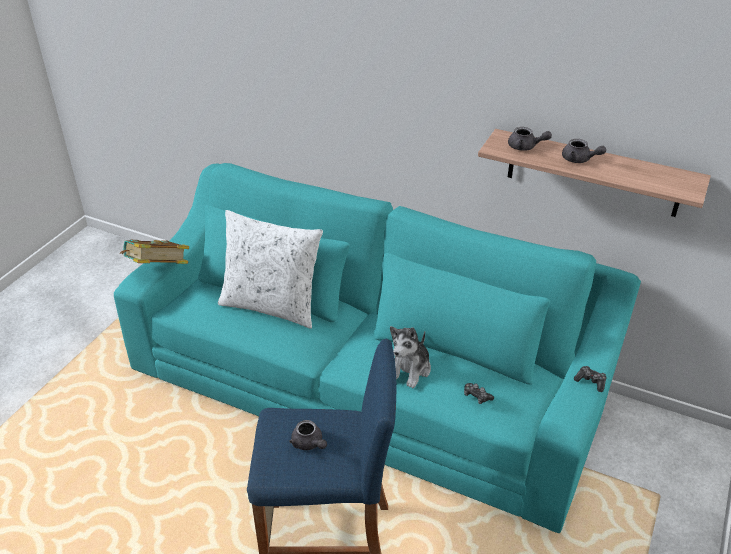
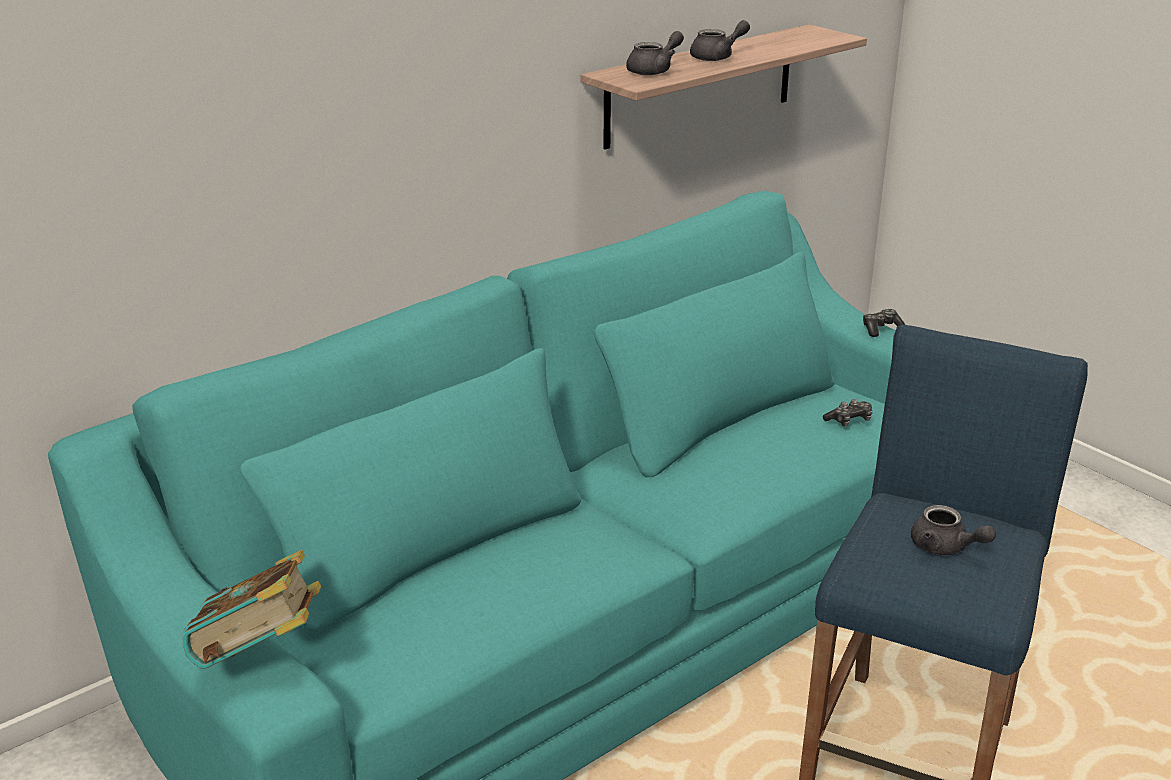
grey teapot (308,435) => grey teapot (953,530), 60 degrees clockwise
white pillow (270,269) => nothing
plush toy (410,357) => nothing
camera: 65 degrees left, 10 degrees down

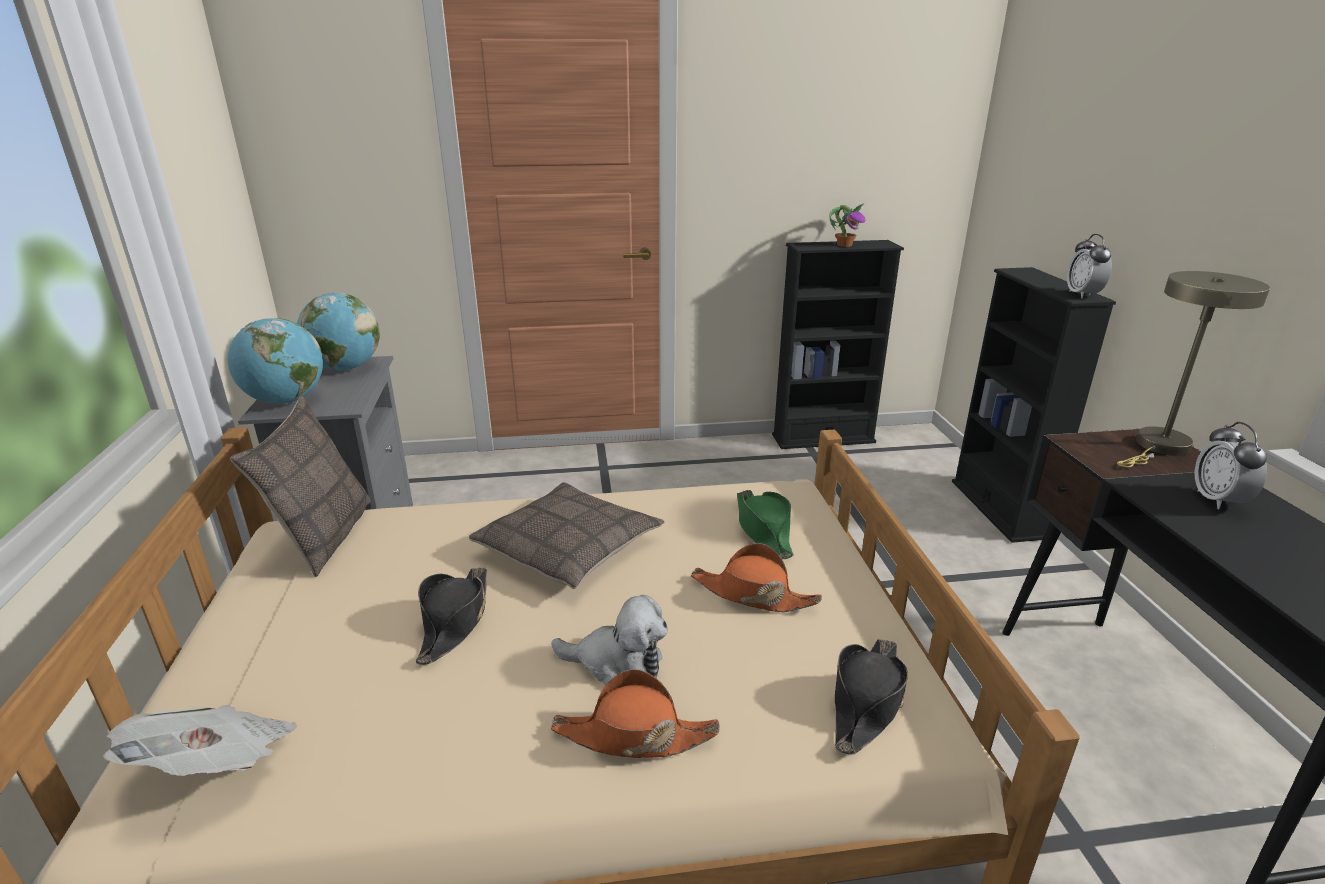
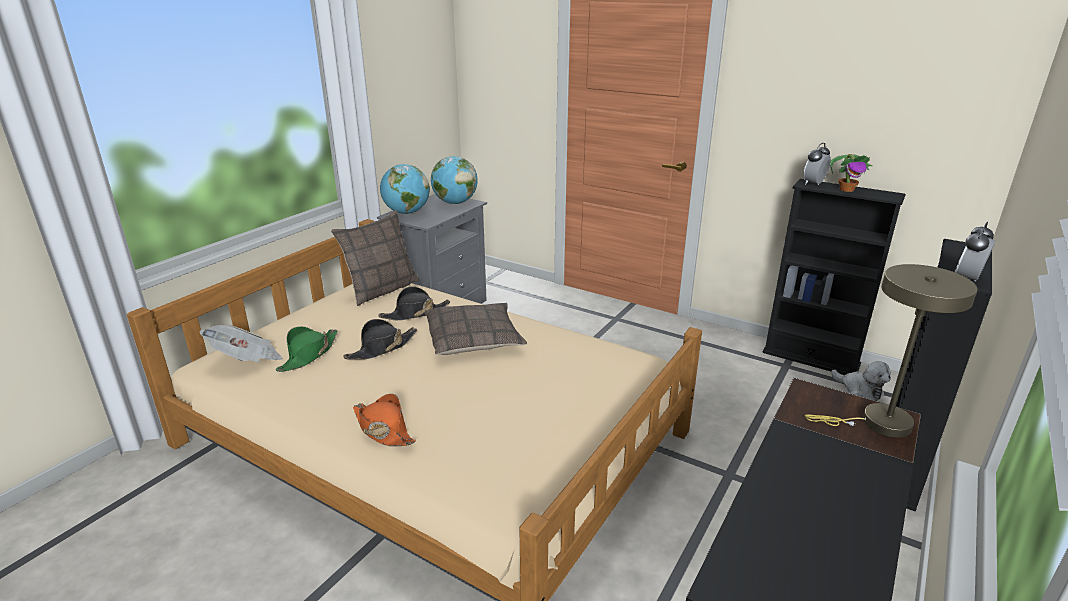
green hat (765,524) => green hat (307,349), relocated
black hat (871,697) => black hat (414,303), relocated
alarm clock (1231,465) => alarm clock (817,164), relocated
plush toy (609,640) => plush toy (861,381), relocated
orange hat (756,577) => nothing
camera: 40 degrees right, 0 degrees up

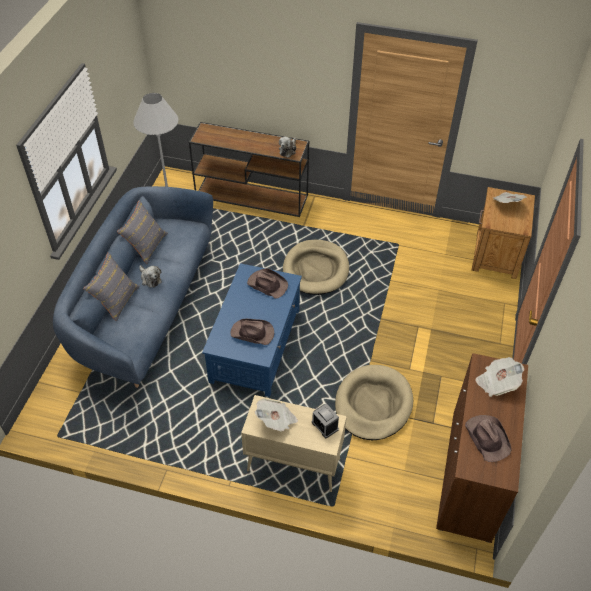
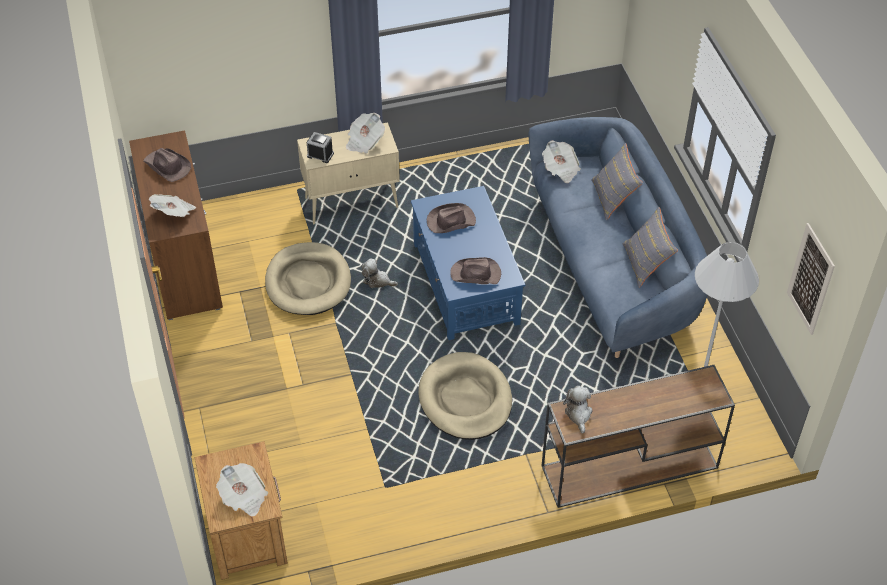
plush toy (150,276) => plush toy (379,273), relocated
nothing => newspaper (561,161)
nothing => picture (811,279)
camera: 150 degrees right, 0 degrees up

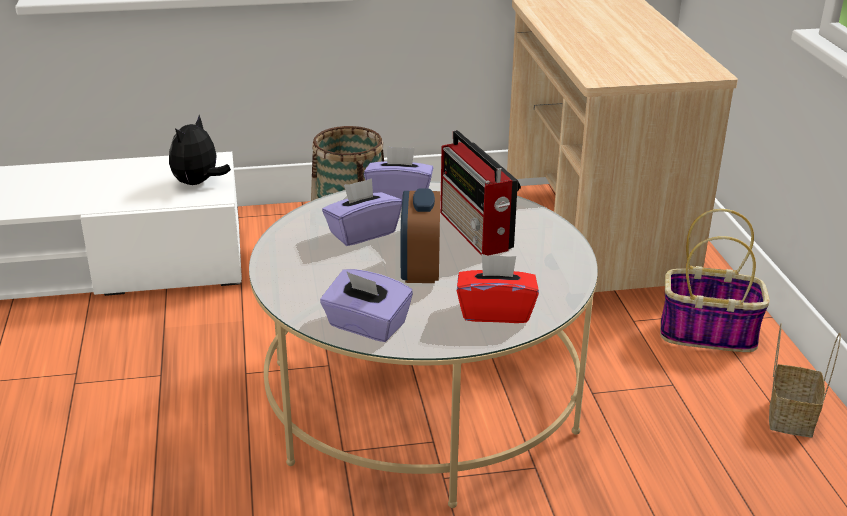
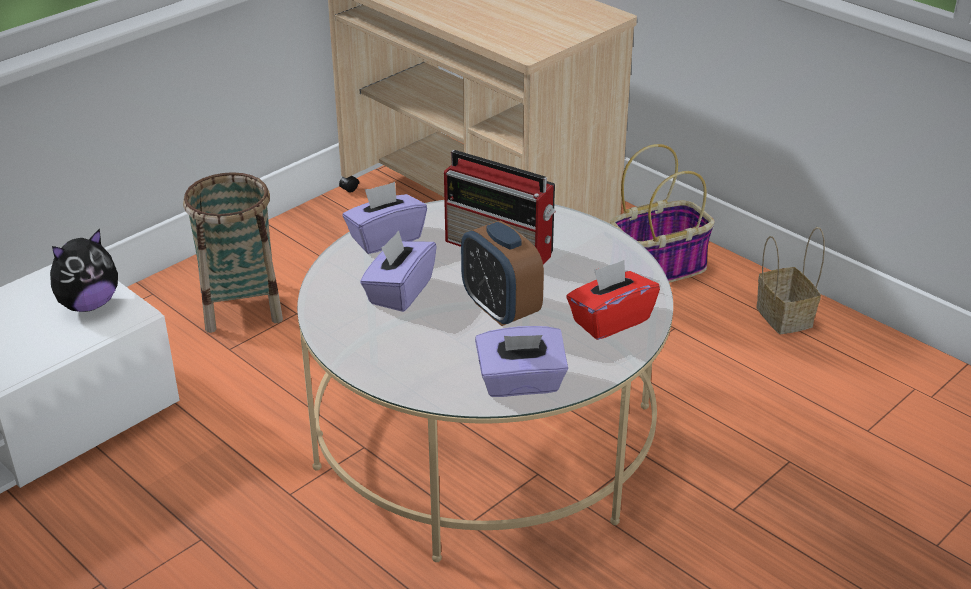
plush toy (200,150) => plush toy (84,270), 120 degrees counterclockwise
camera: 35 degrees left, 5 degrees up

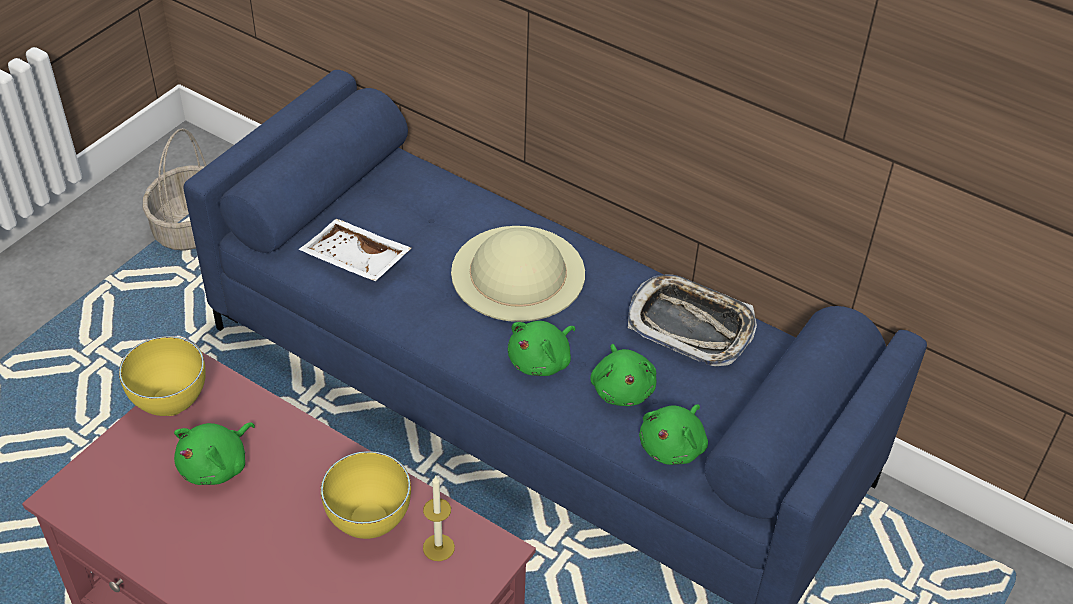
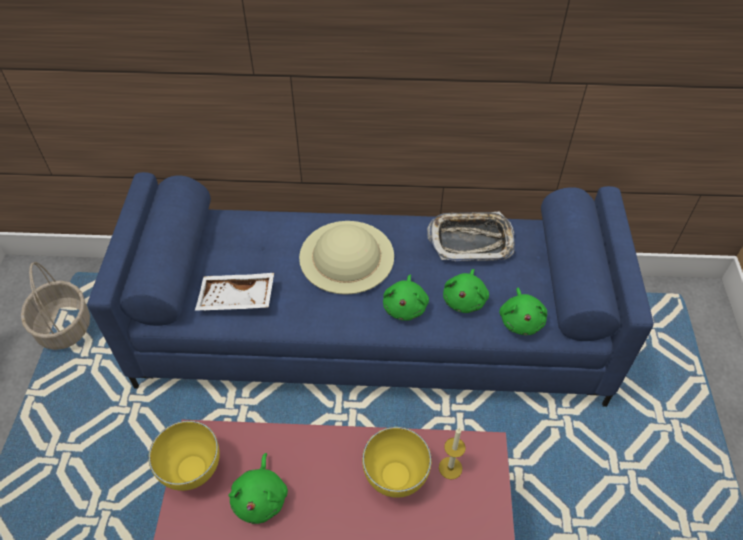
green plush toy (623,375) => green plush toy (466,291), 60 degrees clockwise
camera: 30 degrees left, 5 degrees up

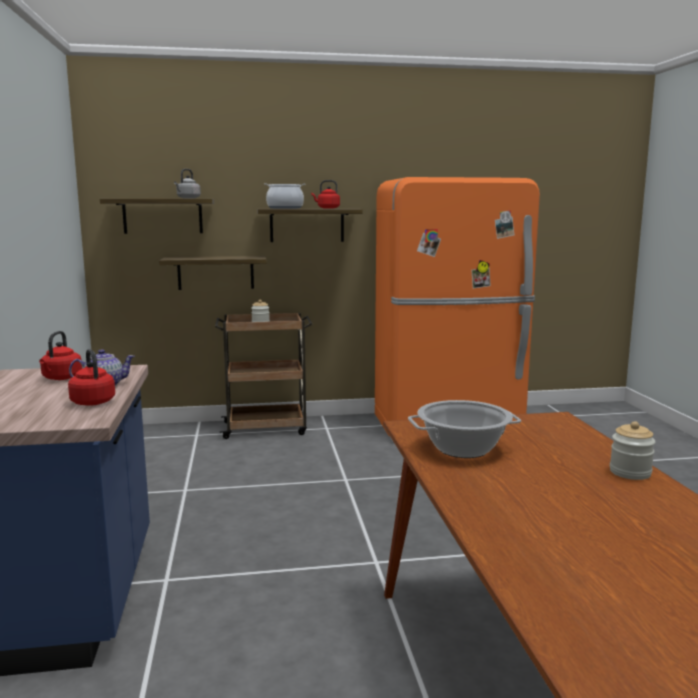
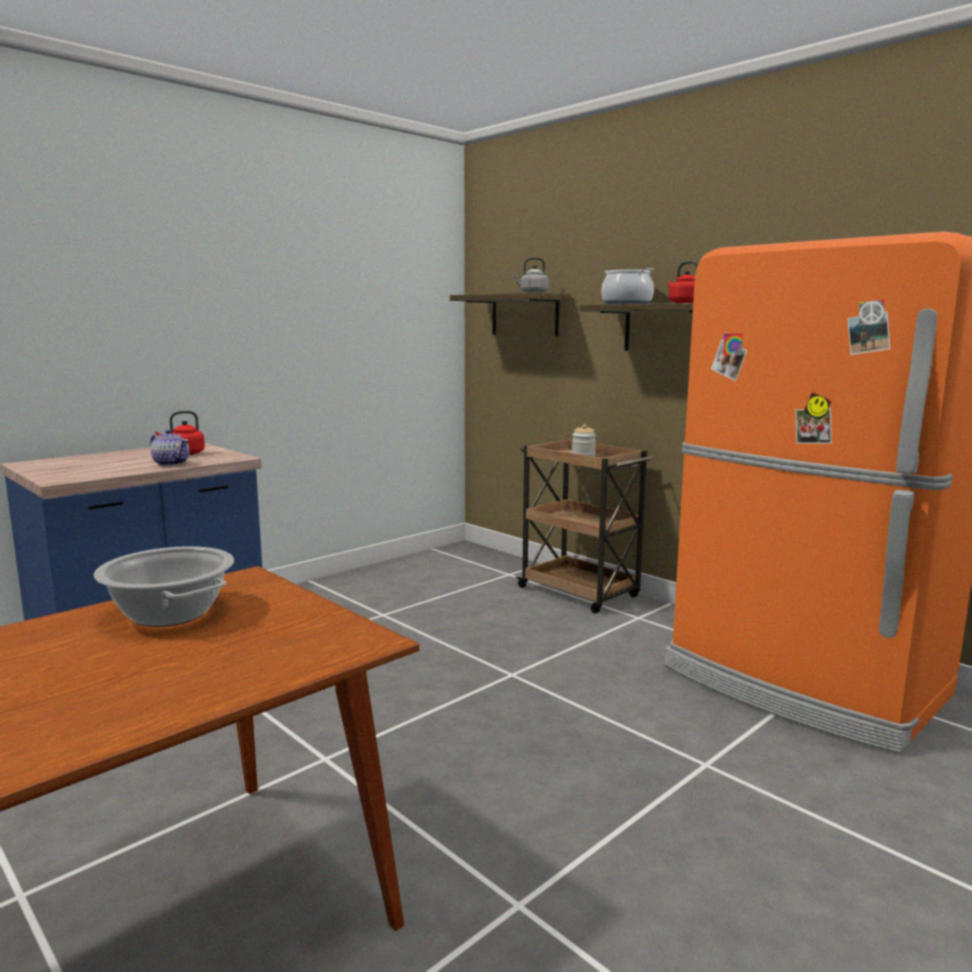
red kettle (91,377) => nothing
shelf (213,273) => nothing
jar (632,450) => nothing
camera: 55 degrees right, 0 degrees up

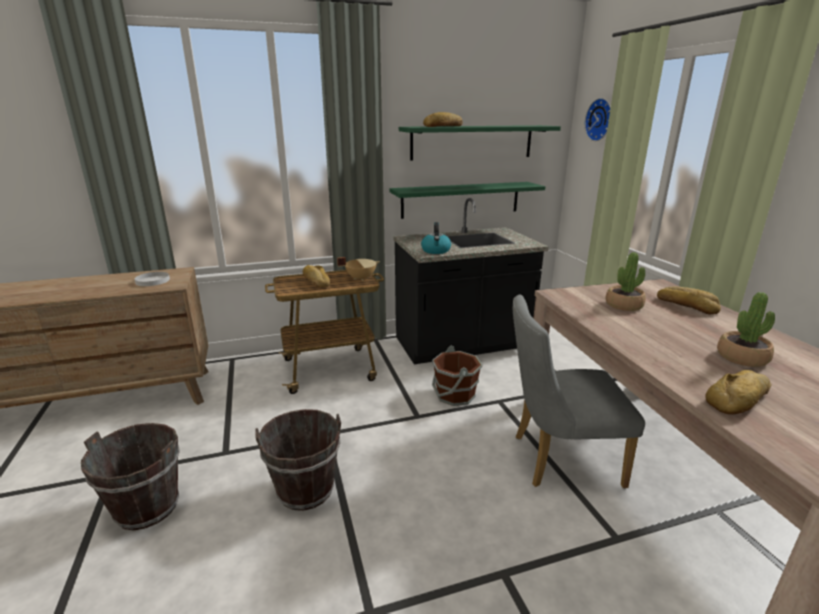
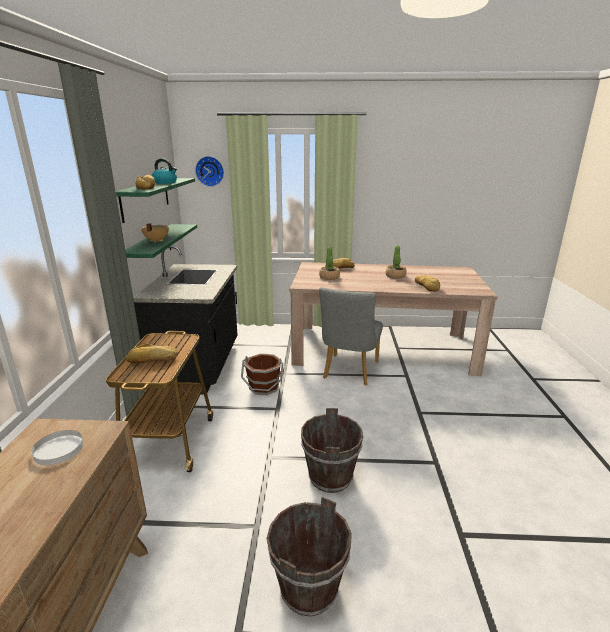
beige cooking pot (358,269) => beige cooking pot (155,232), relocated
kettle (436,238) => kettle (164,171), relocated
camera: 70 degrees left, 0 degrees up

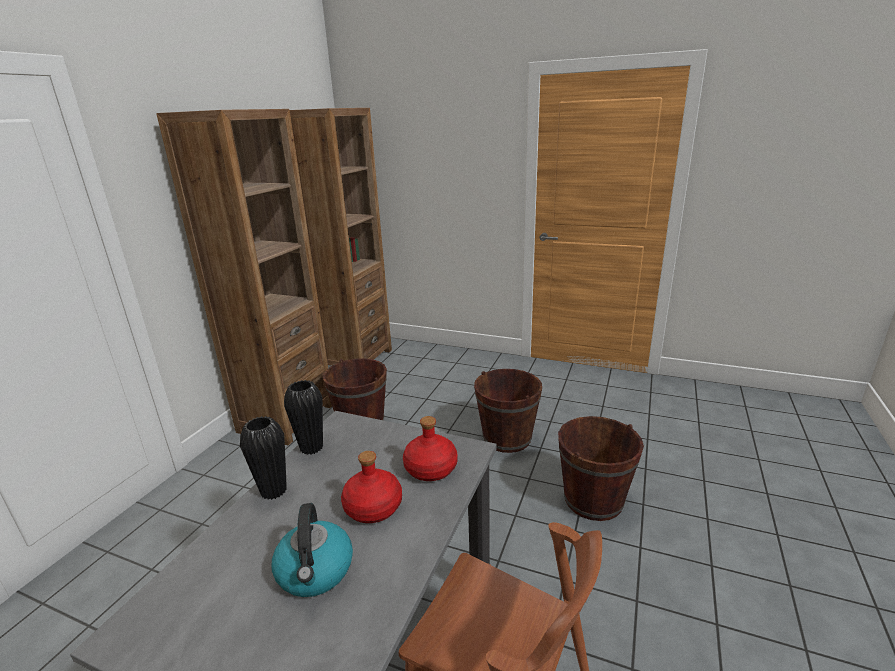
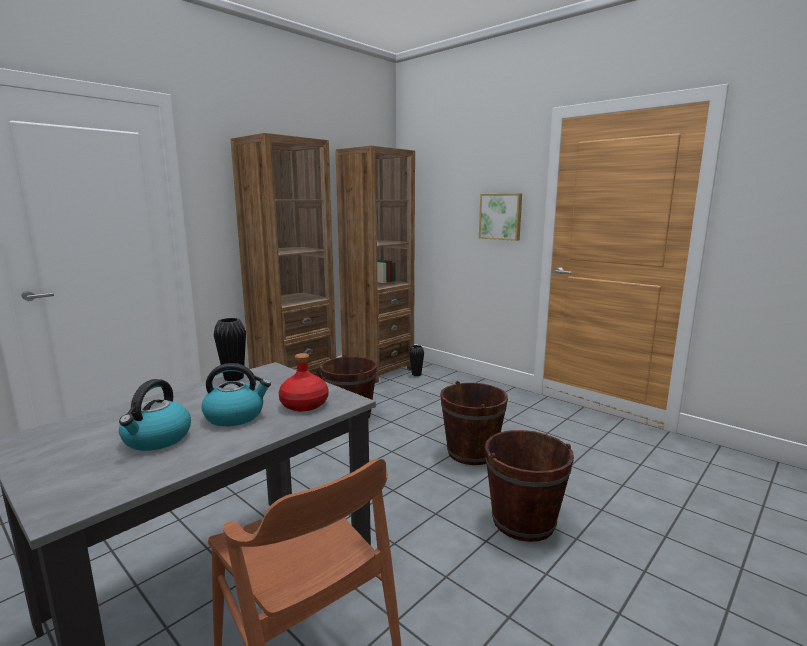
red bottle (371,487) => kettle (236,395)
black vase (263,458) => black vase (416,360), relocated
nothing => picture (500,217)
camera: 20 degrees right, 10 degrees down

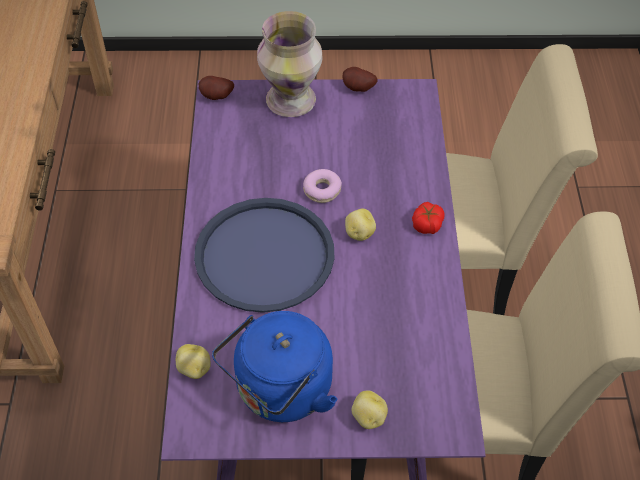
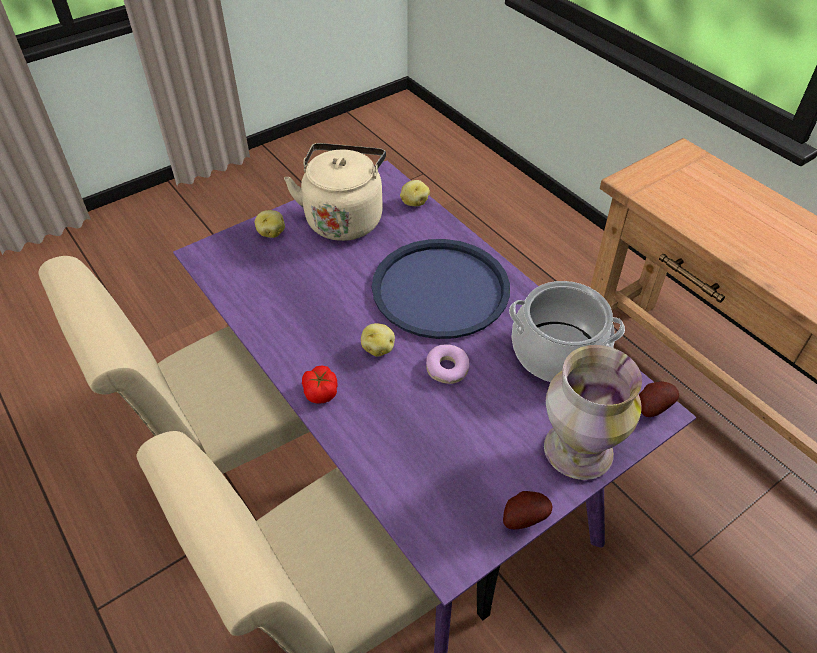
blue kettle (275,366) => beige kettle (335,192)
nothing => cooking pot (567,331)
camera: 145 degrees right, 5 degrees down

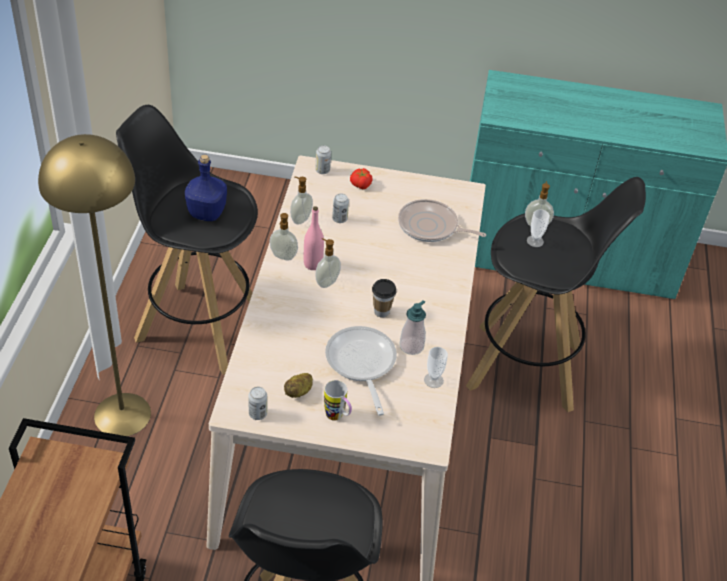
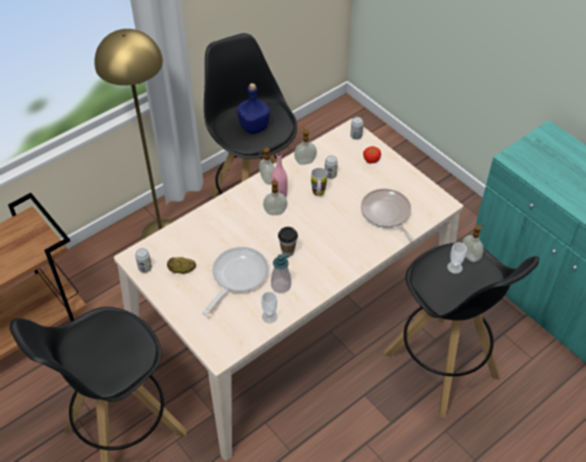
mug (338,400) => mug (319,182), relocated
camera: 45 degrees right, 5 degrees up

